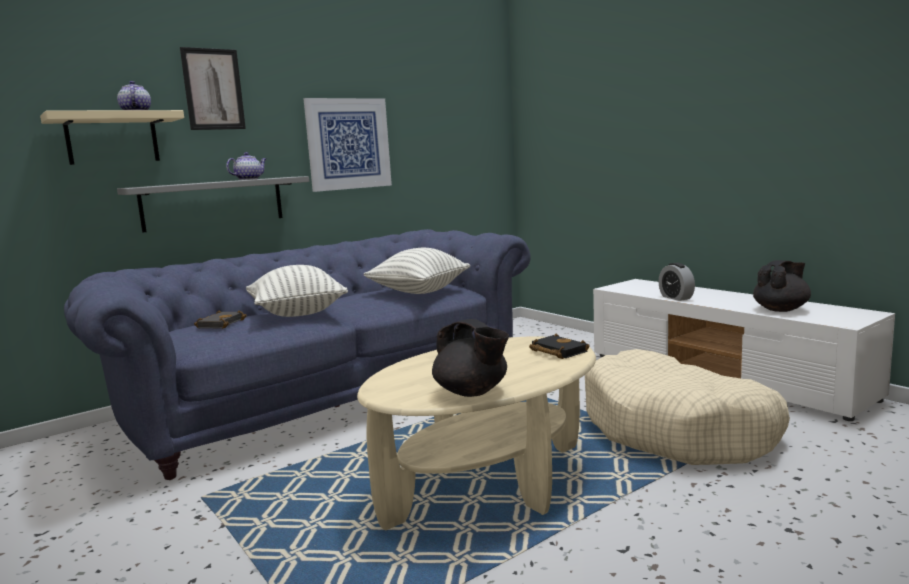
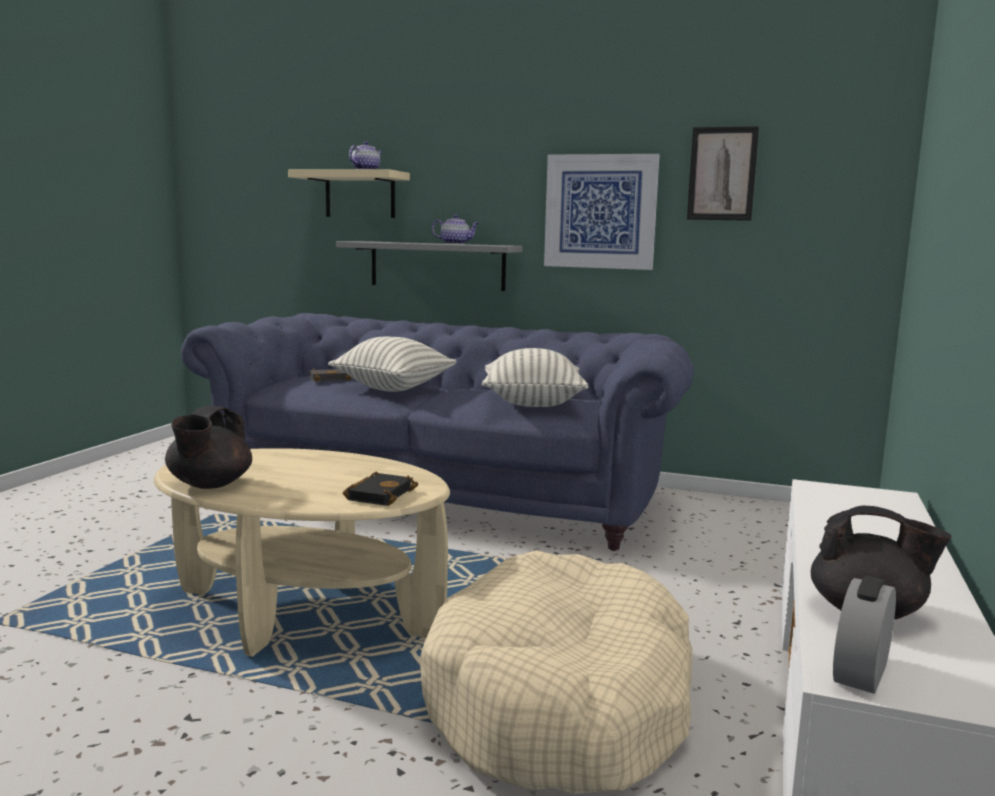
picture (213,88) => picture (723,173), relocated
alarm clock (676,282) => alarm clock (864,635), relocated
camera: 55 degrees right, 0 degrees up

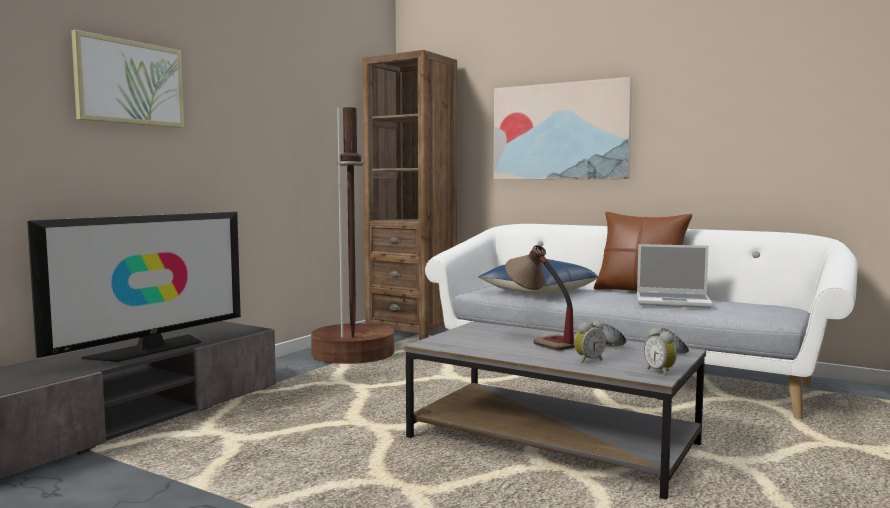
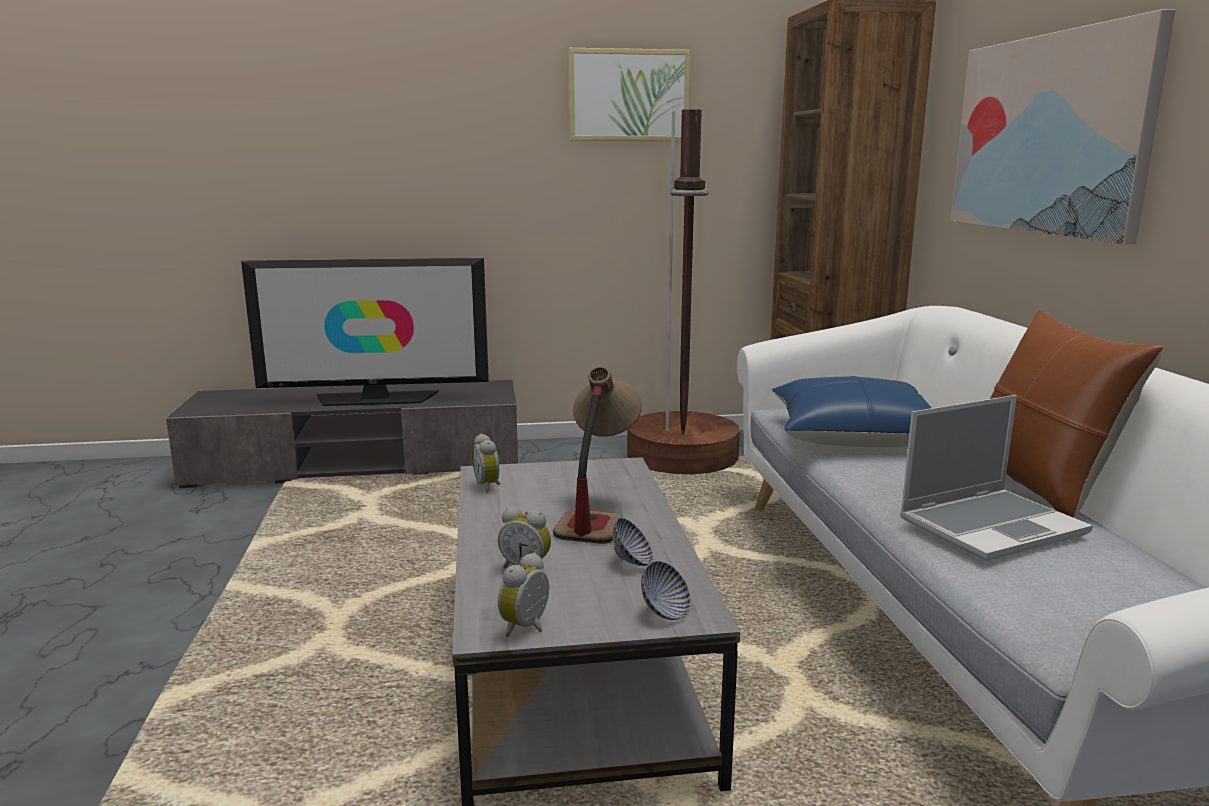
nothing => alarm clock (486,463)
picture (127,79) => picture (629,94), relocated
laptop (675,276) => laptop (996,478), 90 degrees counterclockwise
camera: 50 degrees right, 10 degrees up

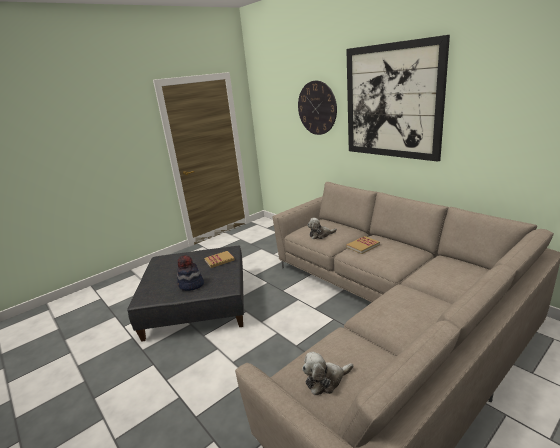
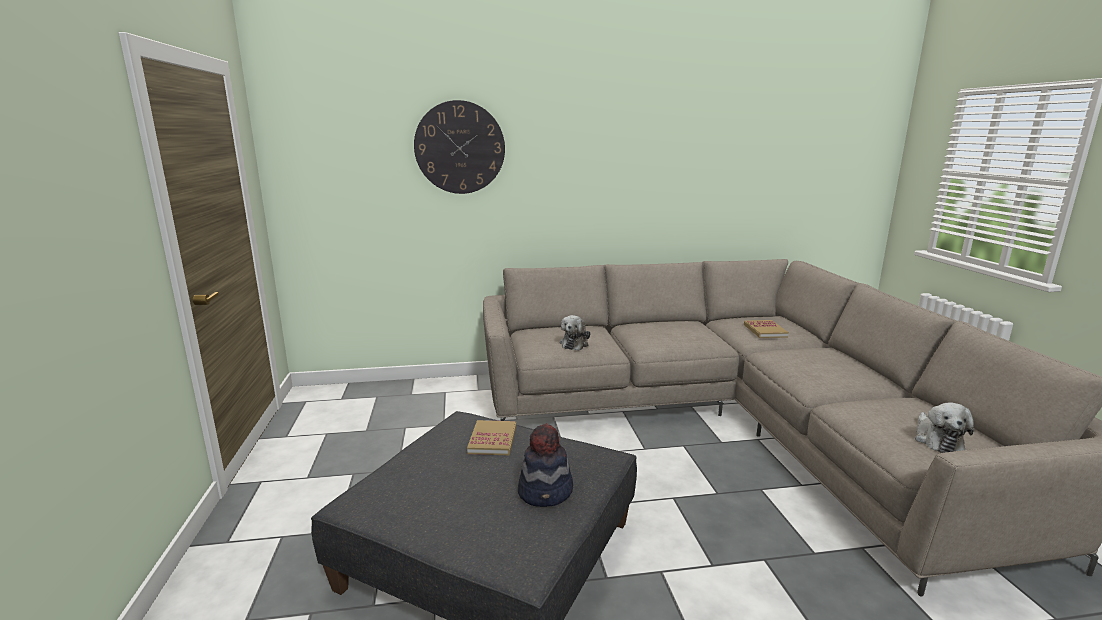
book (363,245) => book (766,329), relocated
picture (398,98) => nothing
camera: 60 degrees left, 5 degrees down

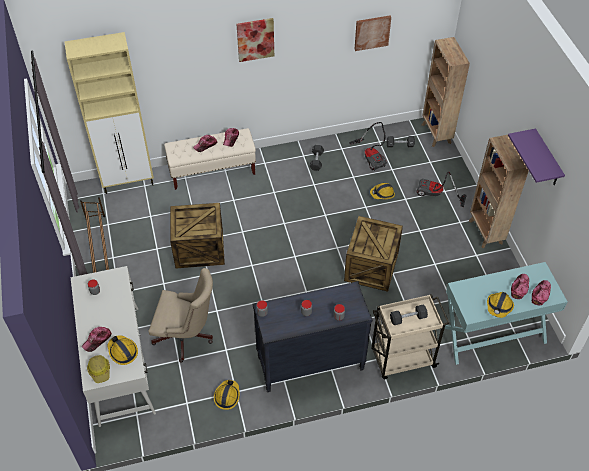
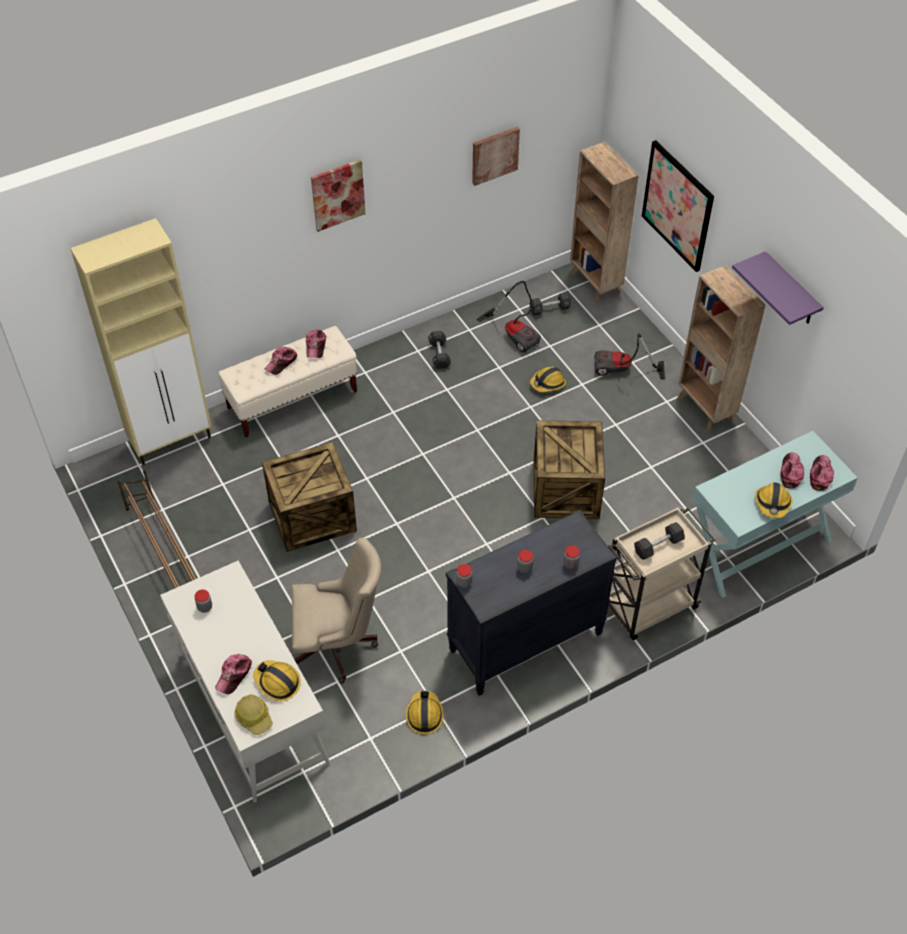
nothing => picture (678,206)
camera: 15 degrees left, 0 degrees up

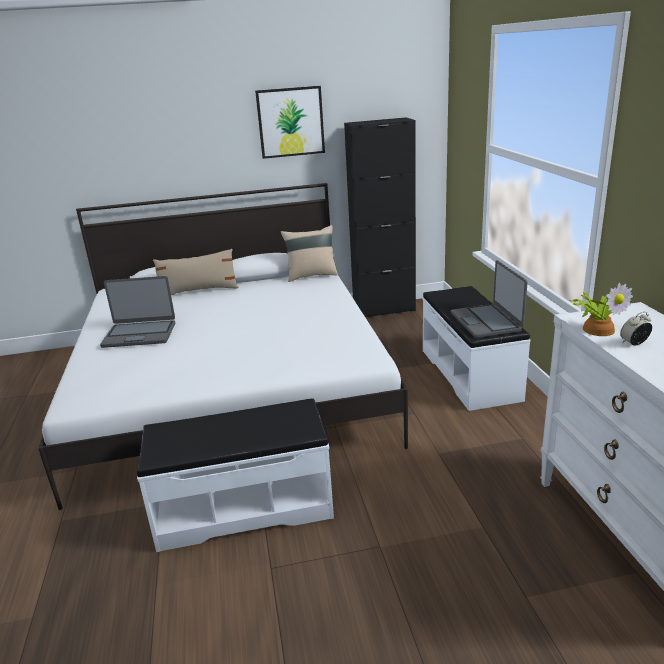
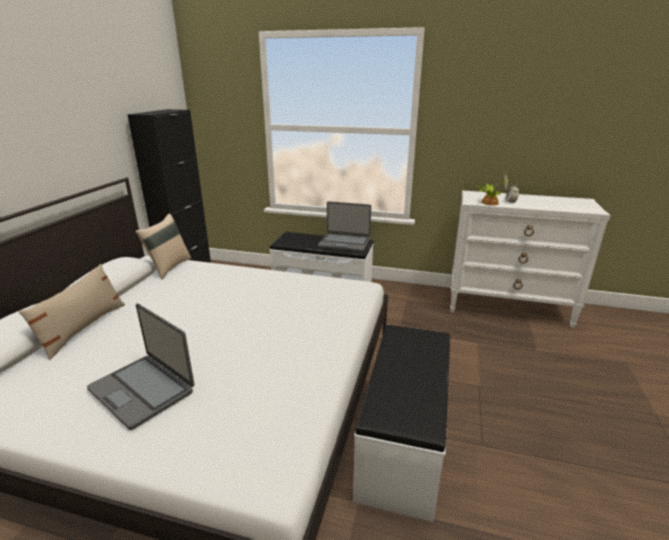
laptop (137,312) => laptop (140,366), 105 degrees clockwise
picture (290,122) => nothing
camera: 65 degrees left, 0 degrees up

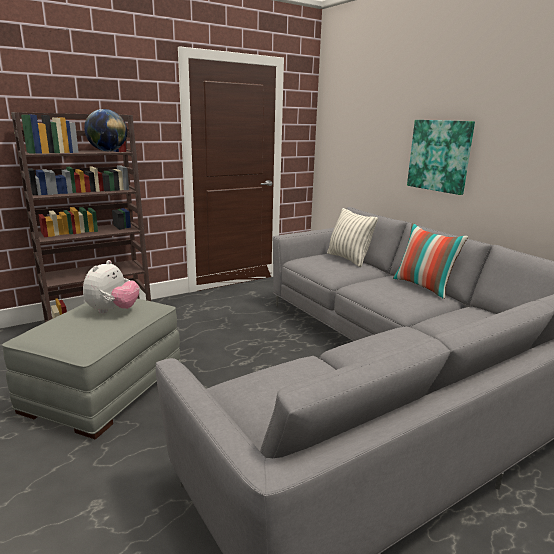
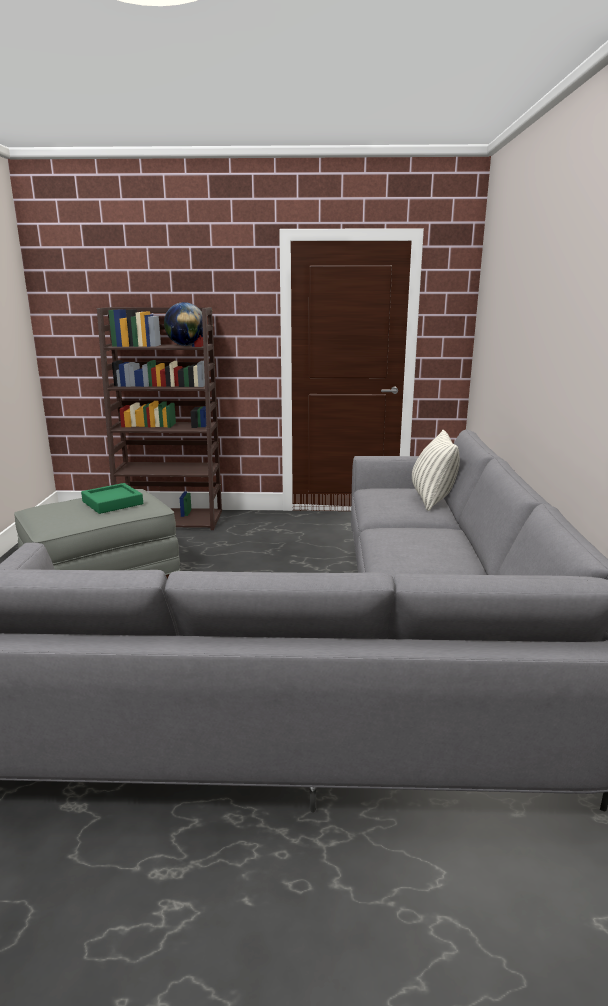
plush toy (111,287) => green tray (112,498)
pillow (430,261) => nothing
picture (441,157) => nothing
camera: 35 degrees right, 0 degrees up

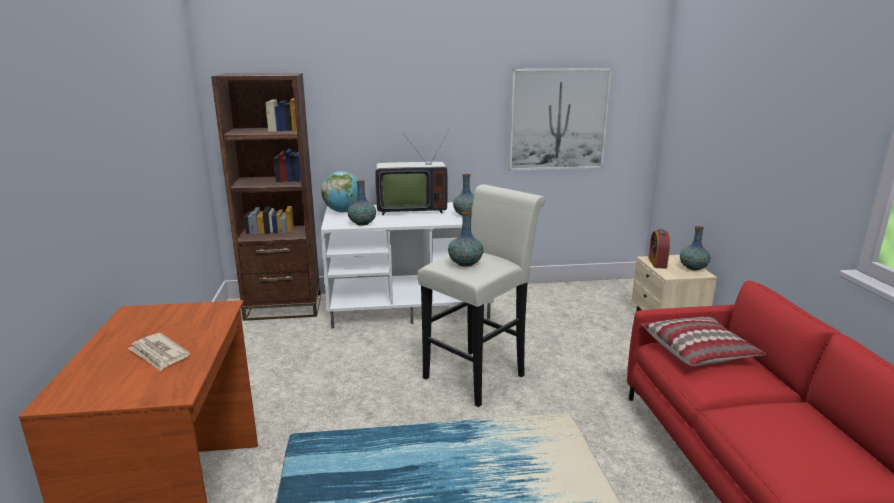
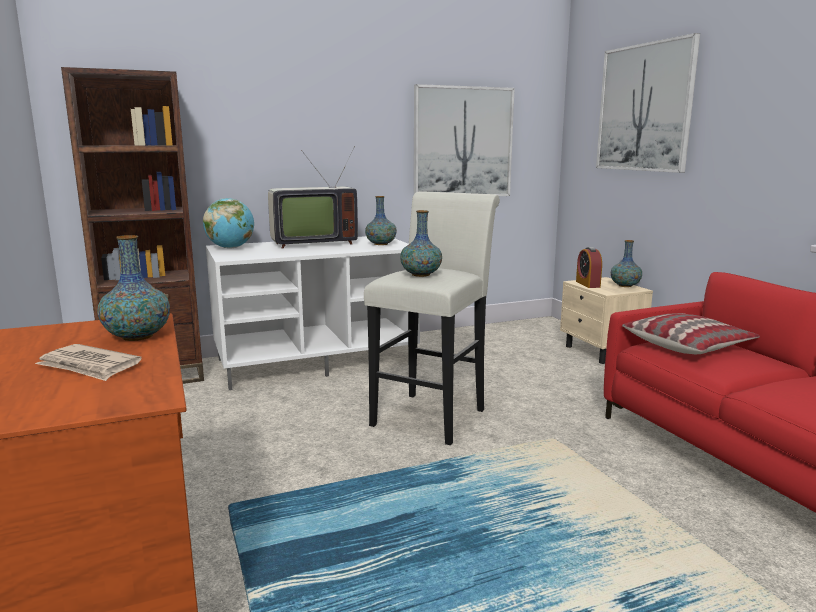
vase (362,203) => vase (133,288), relocated
nothing => picture (648,103)
camera: 15 degrees left, 5 degrees down

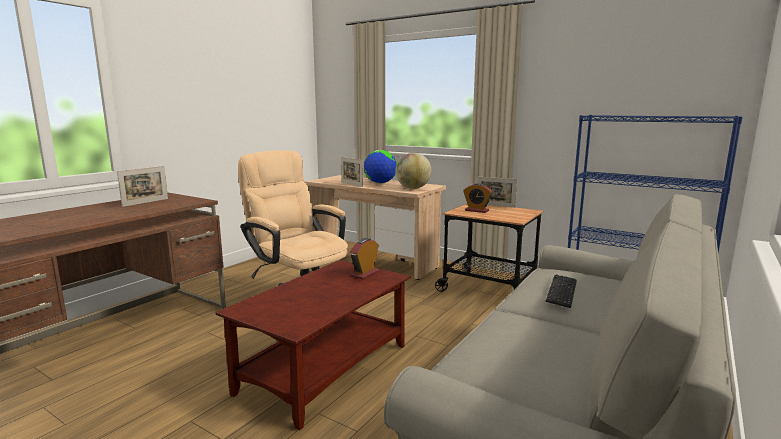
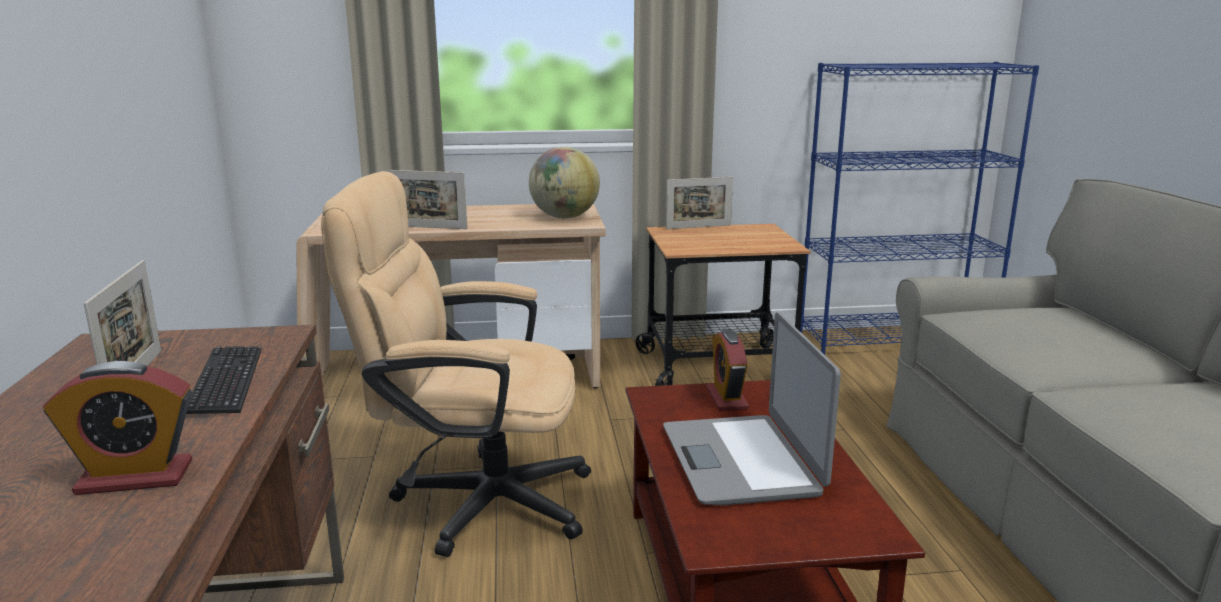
alarm clock (478,198) => alarm clock (117,428), relocated
keyboard (561,291) => keyboard (223,380), relocated
nothing => laptop (752,408)
globe (380,167) => nothing
camera: 40 degrees left, 5 degrees up

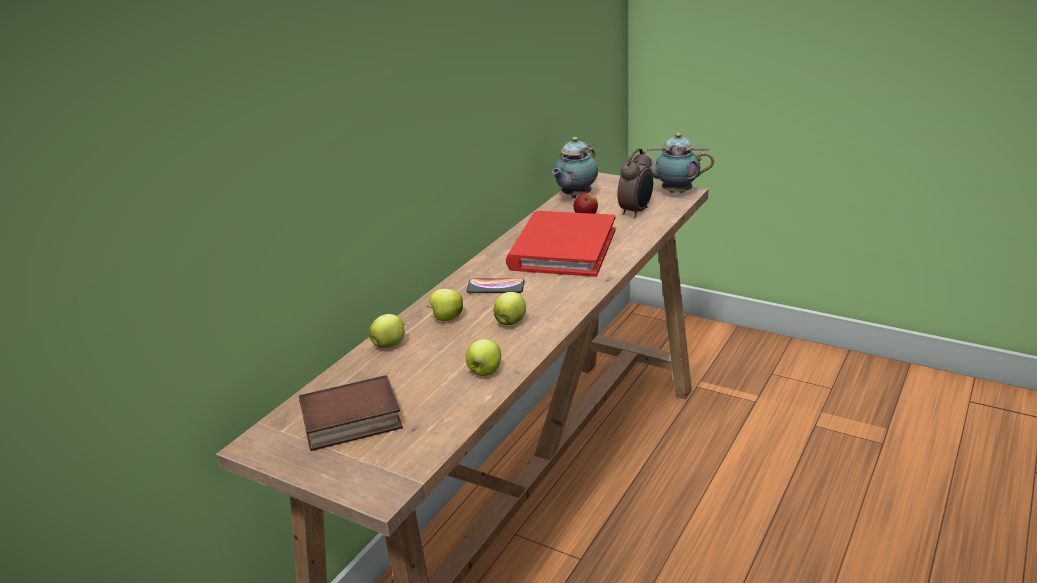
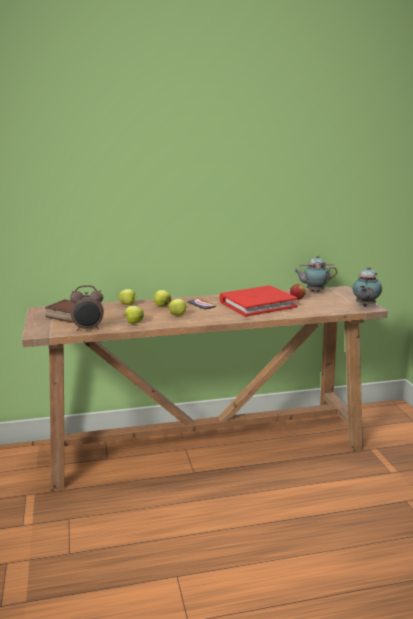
alarm clock (635,183) => alarm clock (87,308), relocated
teapot (679,163) => teapot (367,286), 120 degrees counterclockwise
camera: 45 degrees right, 10 degrees down

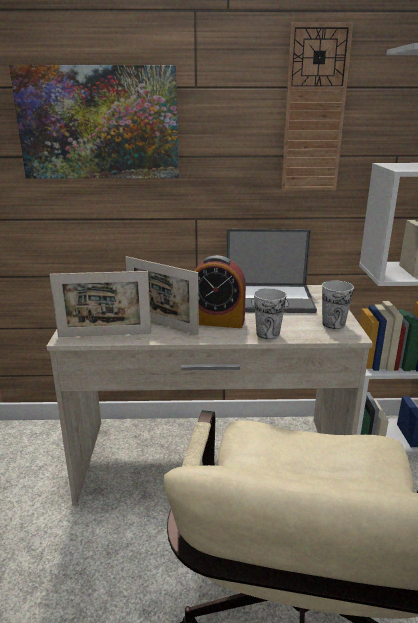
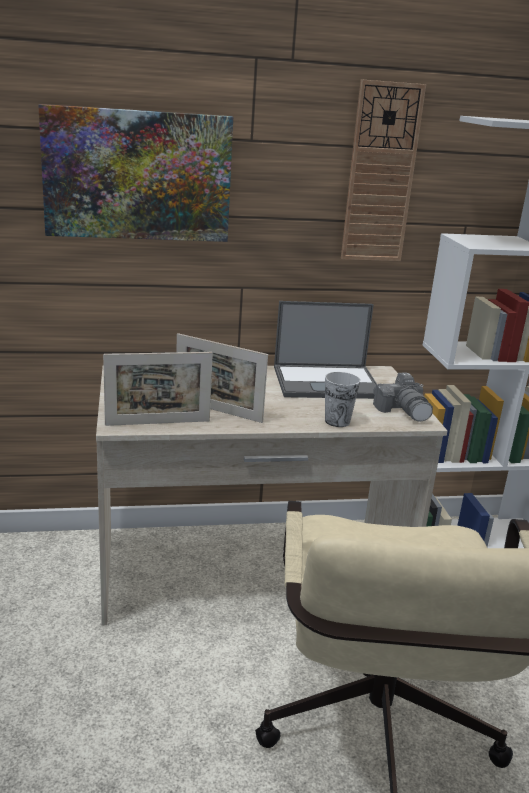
cup (338,304) => photo camera (403,397)
alarm clock (220,291) => nothing
camera: 10 degrees left, 0 degrees up

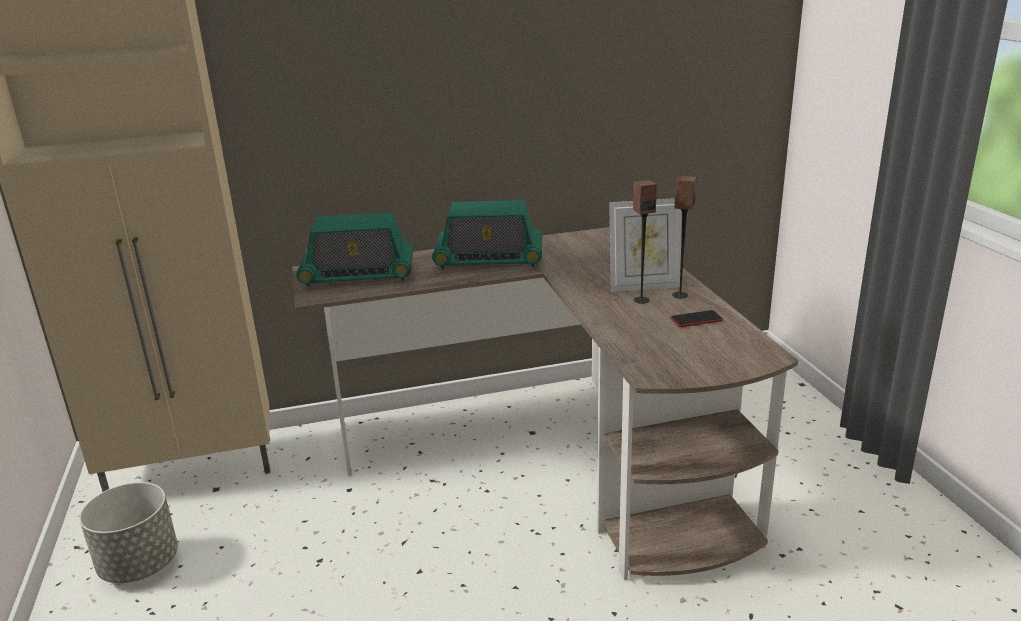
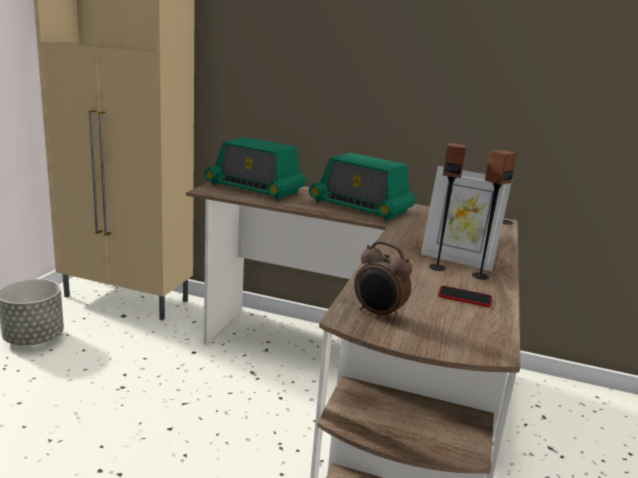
nothing => alarm clock (383,281)
camera: 30 degrees right, 5 degrees down

